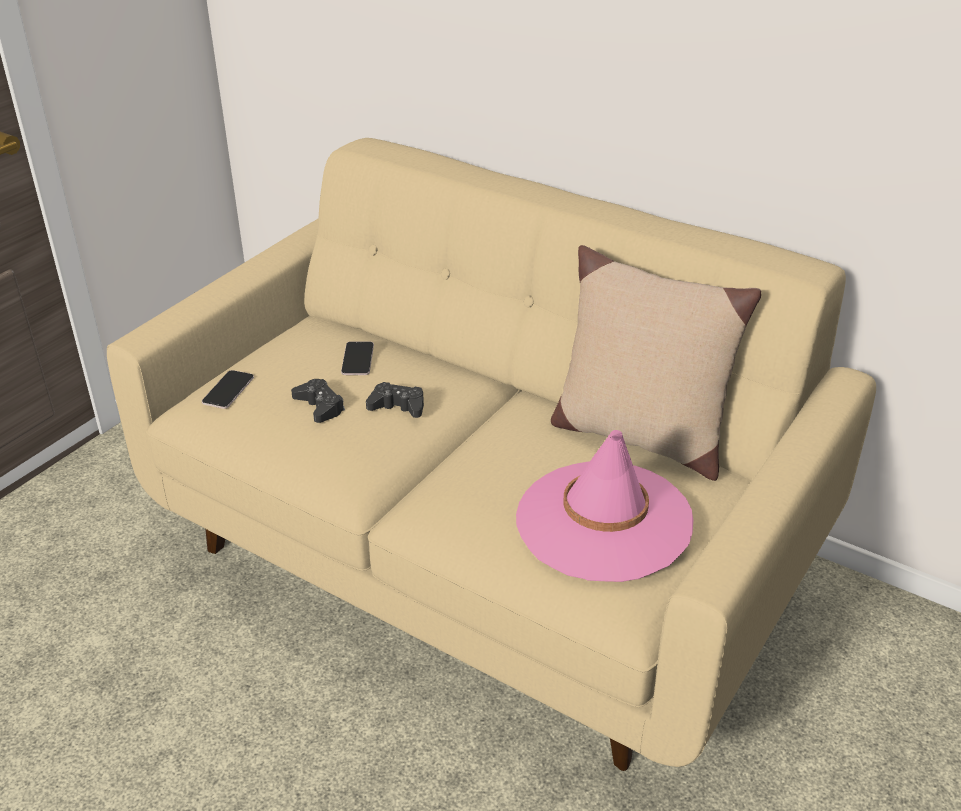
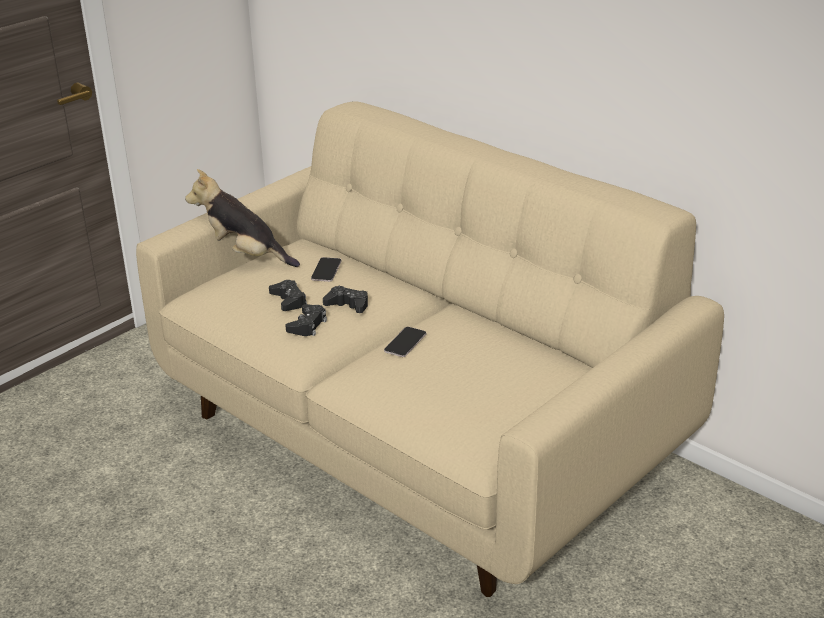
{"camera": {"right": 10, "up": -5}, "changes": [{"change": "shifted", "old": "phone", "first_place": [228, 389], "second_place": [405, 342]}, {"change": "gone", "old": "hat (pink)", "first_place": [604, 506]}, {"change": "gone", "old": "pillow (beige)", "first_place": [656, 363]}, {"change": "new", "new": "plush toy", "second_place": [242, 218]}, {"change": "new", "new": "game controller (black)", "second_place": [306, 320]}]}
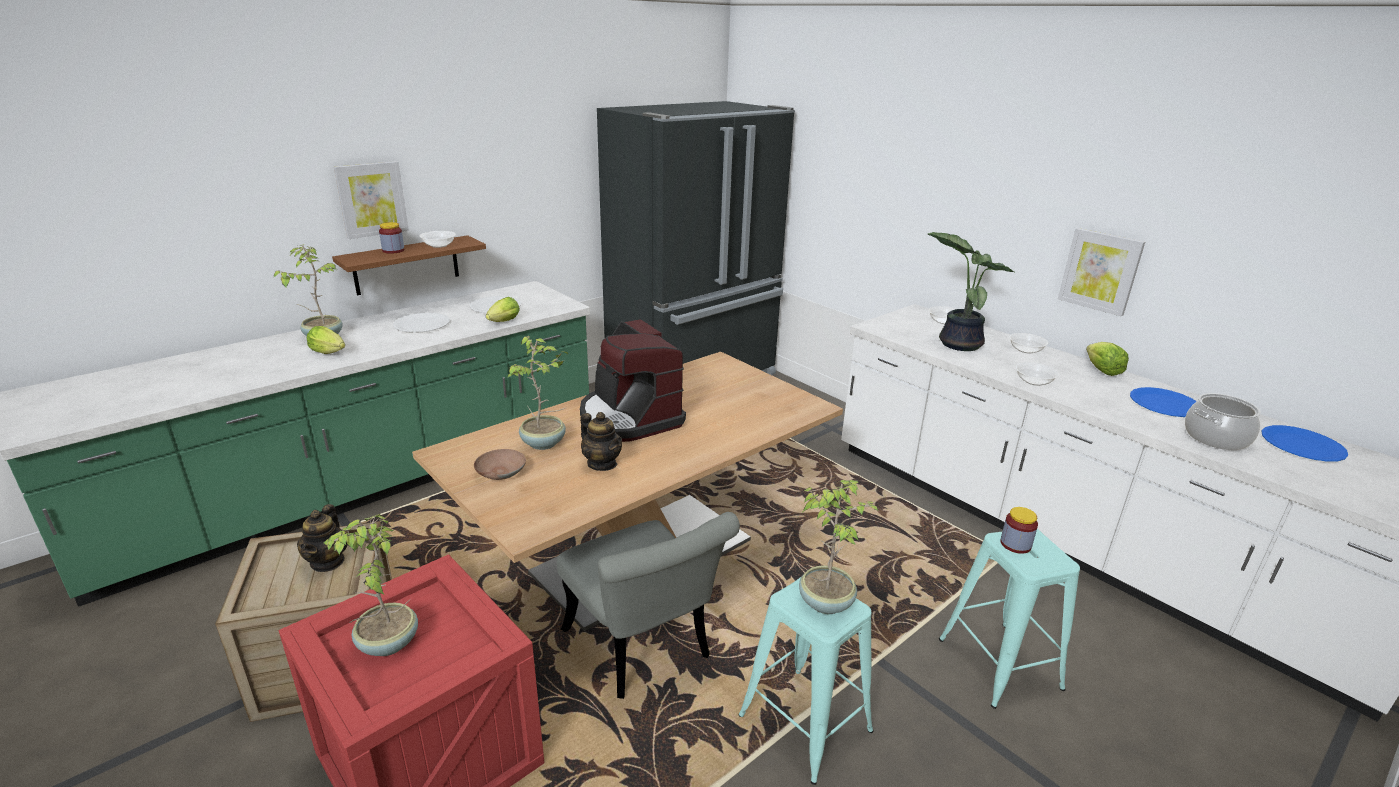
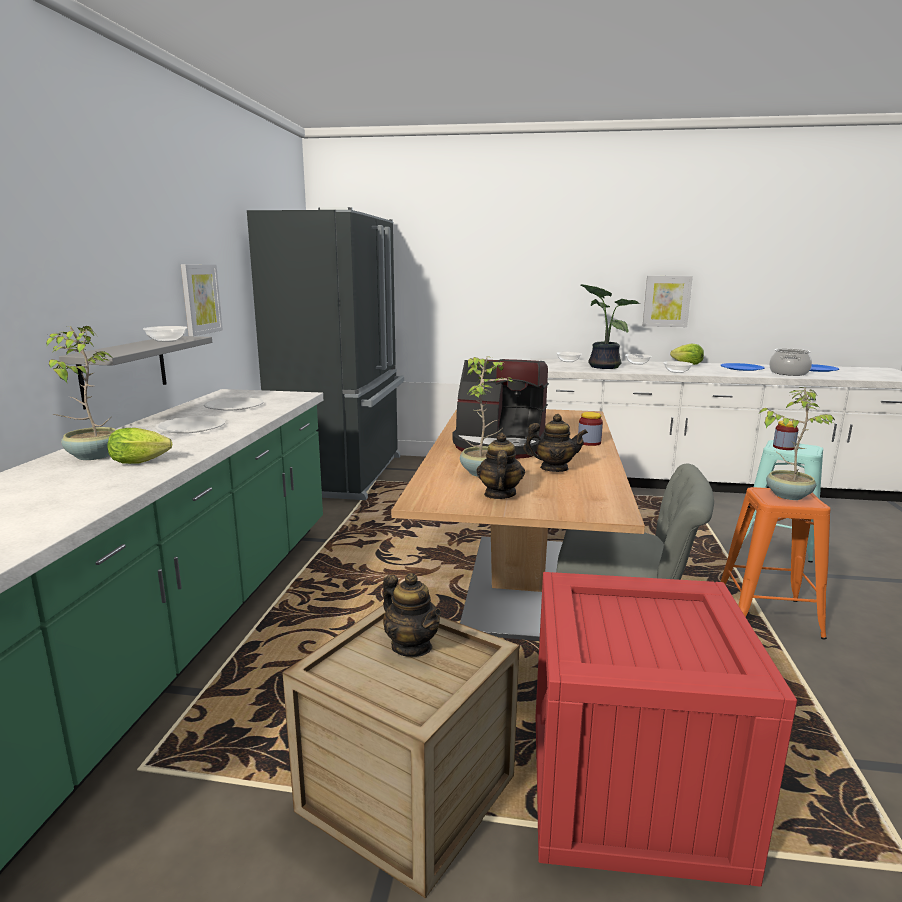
{"camera": {"right": -40, "up": -10}, "changes": [{"change": "gone", "old": "potted plant", "first_place": [371, 585]}, {"change": "repainted", "old": "shelf (brown)", "new": "shelf (grey)", "first_place": [409, 265], "second_place": [135, 372]}, {"change": "shifted", "old": "picture", "first_place": [371, 200], "second_place": [202, 300]}, {"change": "shifted", "old": "jar", "first_place": [392, 238], "second_place": [590, 429]}, {"change": "swapped", "old": "bowl (brown)", "new": "teapot", "first_place": [500, 464], "second_place": [501, 466]}, {"change": "gone", "old": "lettuce", "first_place": [503, 309]}, {"change": "repainted", "old": "stool (turquoise)", "new": "stool (orange)", "first_place": [805, 680], "second_place": [775, 563]}]}
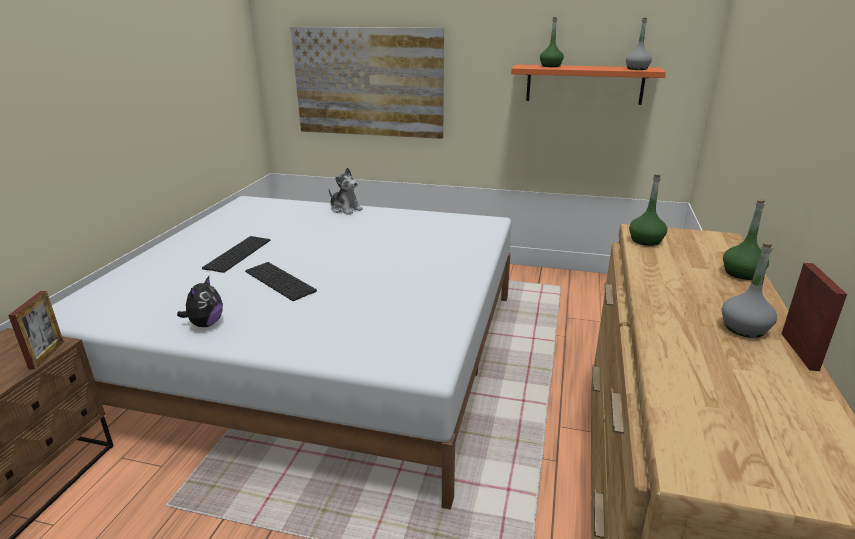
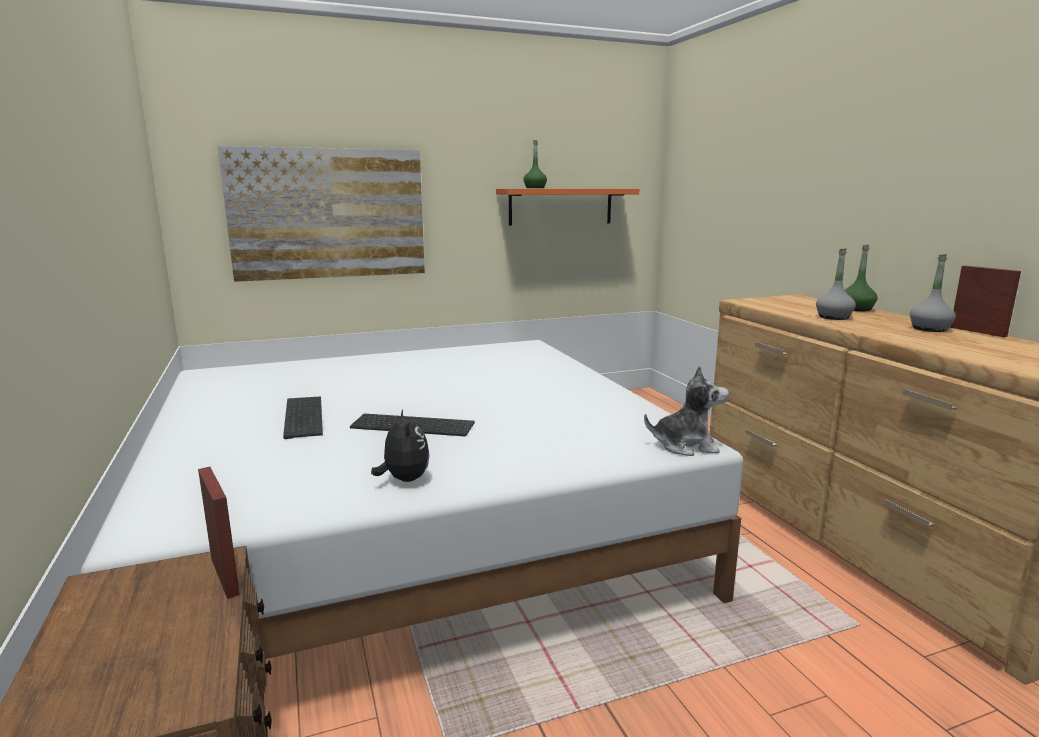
{"camera": {"right": -35, "up": -10}, "changes": [{"change": "shifted", "old": "plush toy", "first_place": [346, 191], "second_place": [686, 411]}, {"change": "shifted", "old": "bottle (grey)", "first_place": [639, 44], "second_place": [836, 284]}, {"change": "gone", "old": "bottle (green)", "first_place": [648, 210]}]}
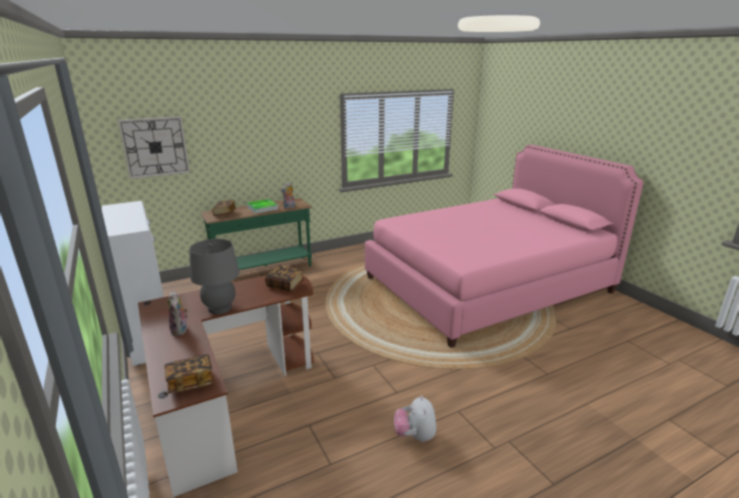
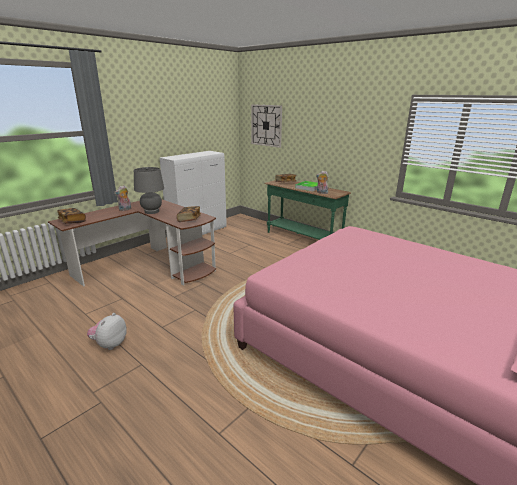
{"camera": {"right": 70, "up": 0}, "changes": [{"change": "rotated", "old": "plush toy", "first_place": [415, 419], "second_place": [107, 331], "degrees": -45}]}
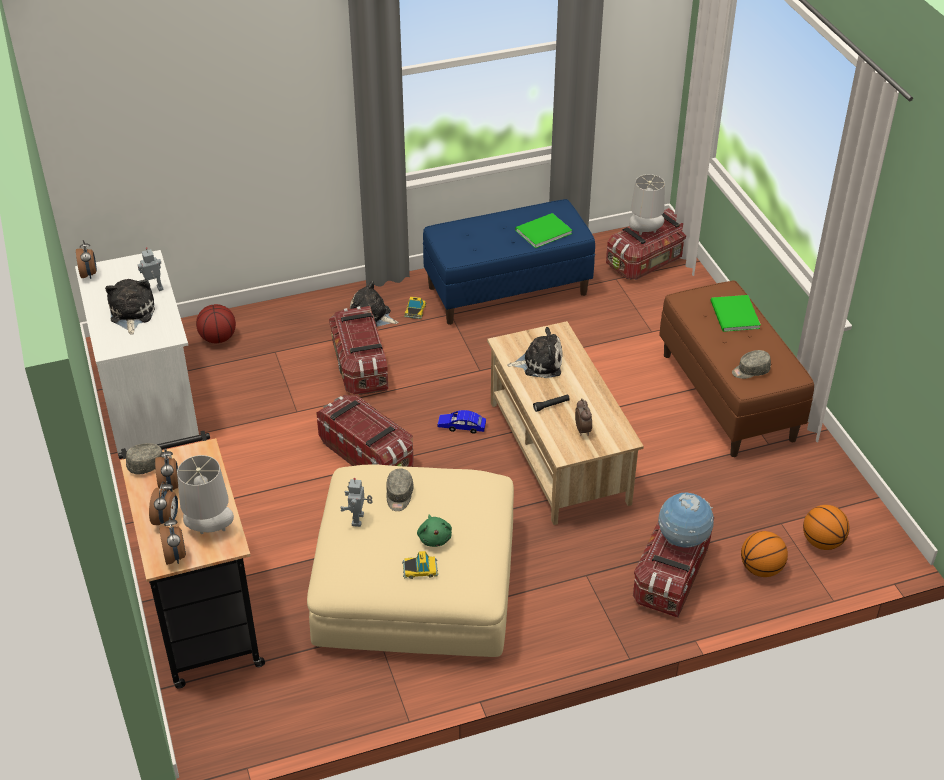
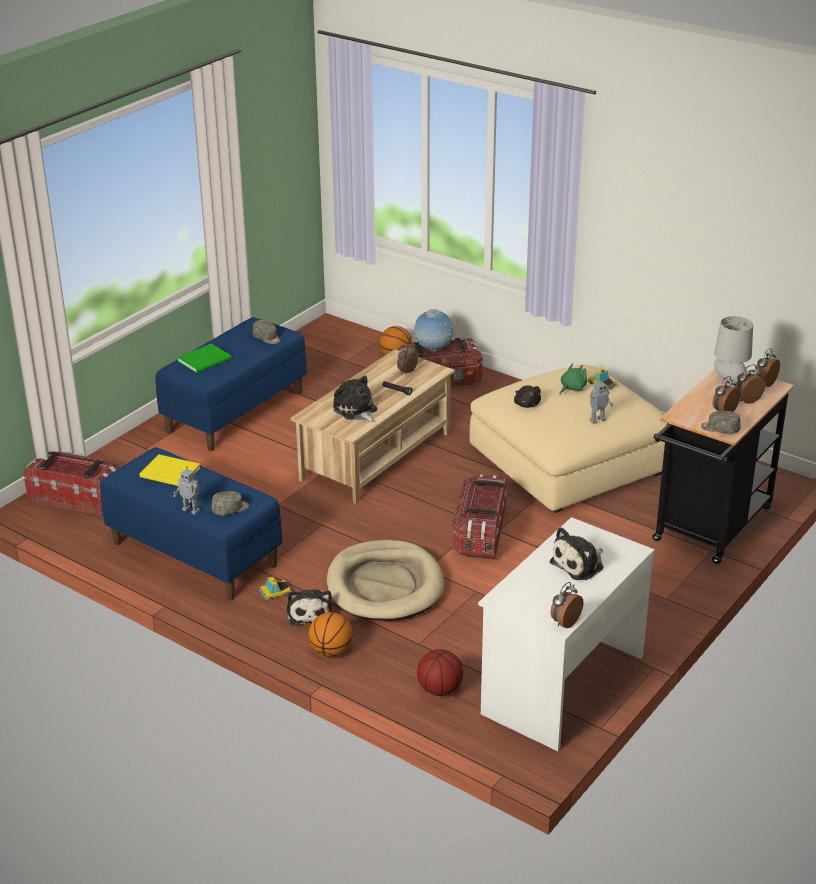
{"camera": {"right": -125, "up": -10}, "changes": [{"change": "shifted", "old": "toy robot", "first_place": [151, 269], "second_place": [186, 491]}, {"change": "swapped", "old": "storage box", "new": "dog bed (beige)", "first_place": [359, 350], "second_place": [385, 580]}, {"change": "shifted", "old": "cap (grey)", "first_place": [400, 489], "second_place": [230, 503]}, {"change": "gone", "old": "toy car (blue)", "first_place": [461, 422]}, {"change": "repainted", "old": "book (green)", "new": "book (yellow)", "first_place": [543, 230], "second_place": [169, 470]}, {"change": "gone", "old": "table lamp (grey)", "first_place": [647, 204]}, {"change": "repainted", "old": "bench (brown)", "new": "bench (blue)", "first_place": [736, 368], "second_place": [231, 384]}, {"change": "shifted", "old": "basketball", "first_place": [826, 527], "second_place": [330, 634]}, {"change": "new", "new": "plush toy (black)", "second_place": [527, 396]}]}
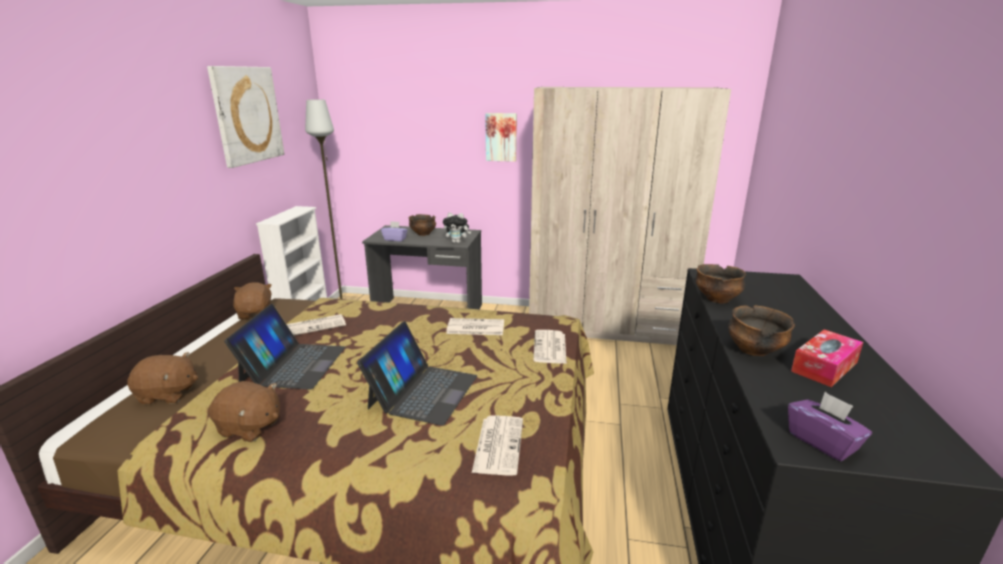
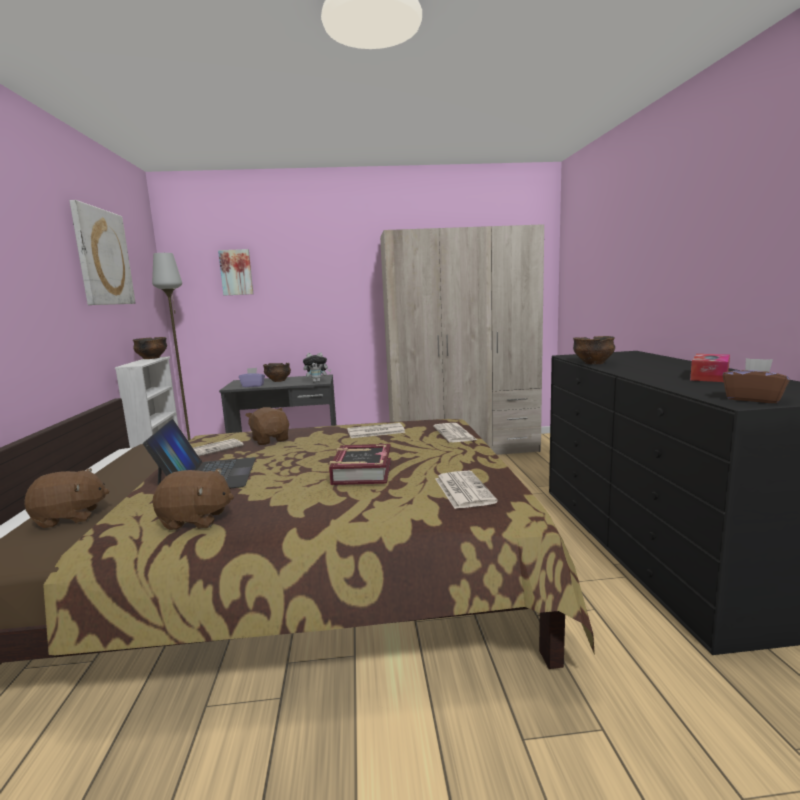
{"camera": {"right": -15, "up": -10}, "changes": [{"change": "shifted", "old": "plush toy (brown)", "first_place": [252, 300], "second_place": [267, 426]}, {"change": "swapped", "old": "laptop", "new": "book", "first_place": [417, 373], "second_place": [360, 464]}, {"change": "shifted", "old": "picture", "first_place": [501, 137], "second_place": [235, 272]}, {"change": "shifted", "old": "bowl", "first_place": [761, 330], "second_place": [150, 348]}, {"change": "repainted", "old": "tissue box (purple)", "new": "tissue box (brown)", "first_place": [830, 426], "second_place": [756, 380]}]}
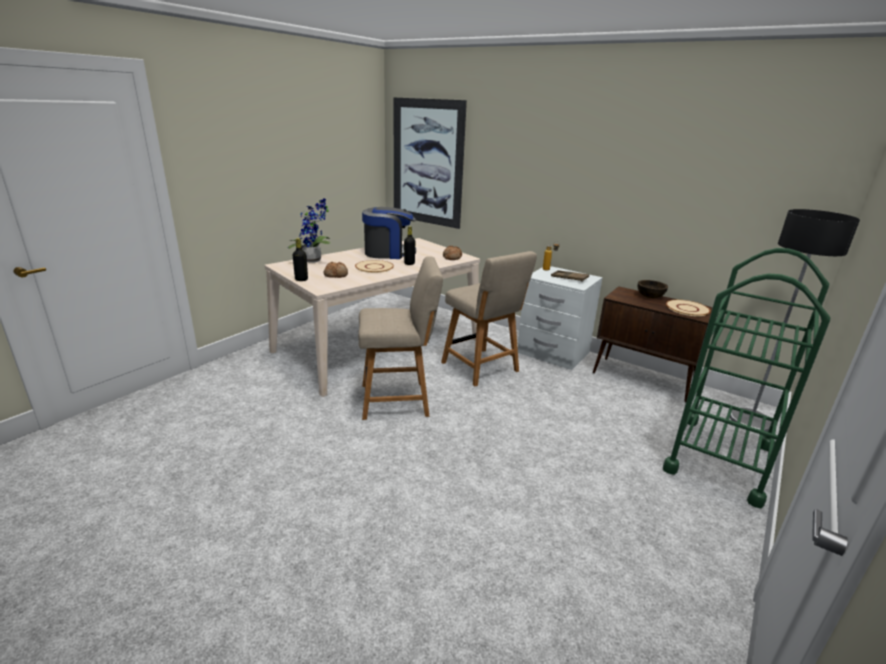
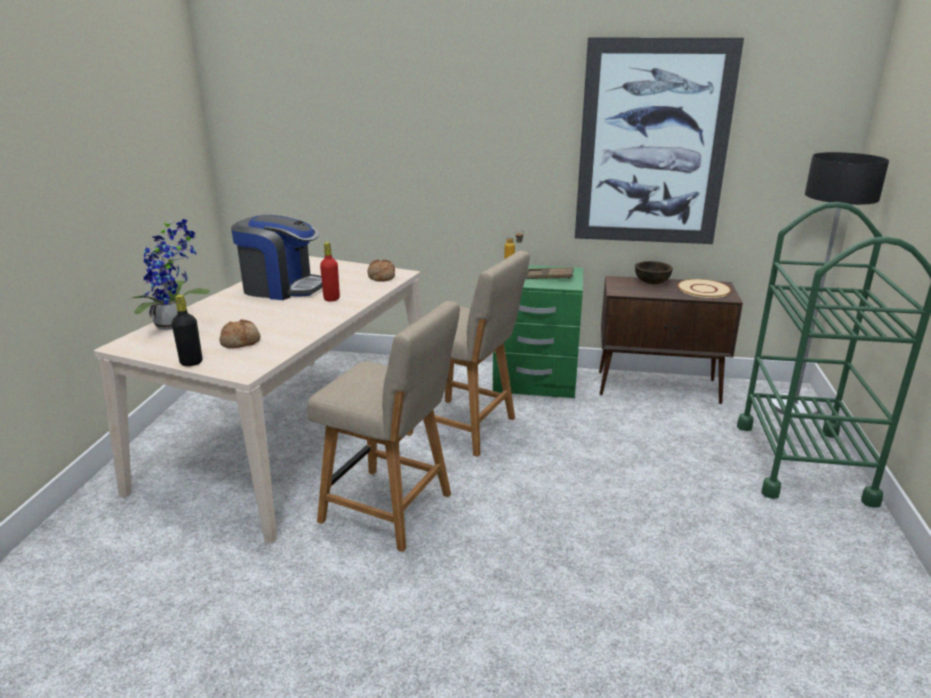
{"camera": {"right": -25, "up": 0}, "changes": [{"change": "gone", "old": "plate (beige)", "first_place": [374, 266]}, {"change": "rotated", "old": "chair (beige)", "first_place": [400, 338], "second_place": [383, 426], "degrees": 60}, {"change": "rotated", "old": "coffee machine", "first_place": [389, 233], "second_place": [276, 257], "degrees": 45}, {"change": "shifted", "old": "picture", "first_place": [430, 163], "second_place": [659, 140]}, {"change": "repainted", "old": "bottle (black)", "new": "bottle (red)", "first_place": [410, 246], "second_place": [330, 271]}, {"change": "repainted", "old": "nightstand (white)", "new": "nightstand (green)", "first_place": [560, 318], "second_place": [538, 331]}]}
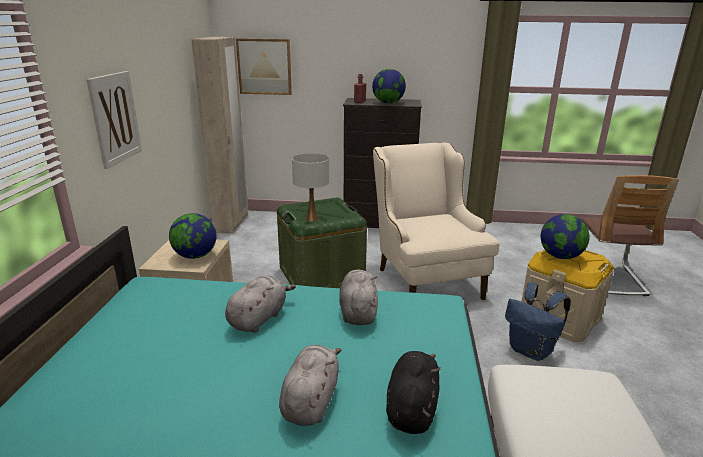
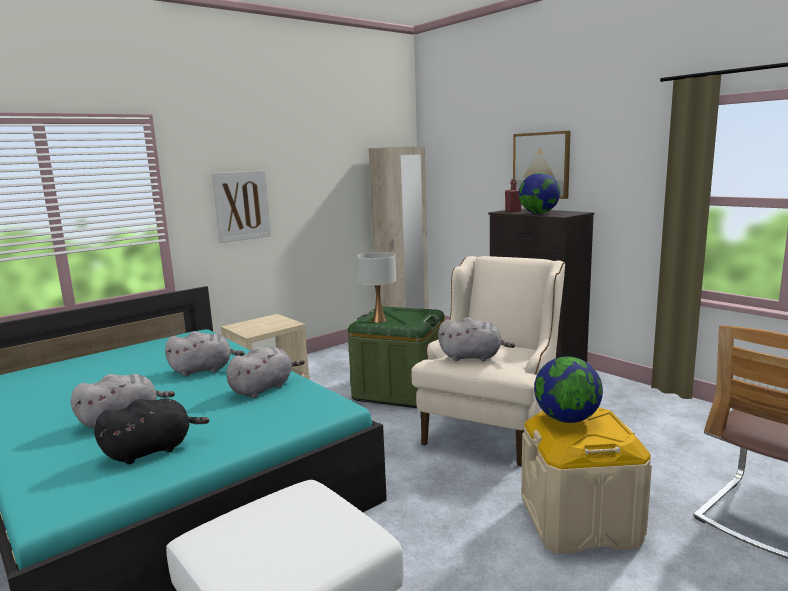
{"camera": {"right": 45, "up": -10}, "changes": [{"change": "gone", "old": "globe", "first_place": [193, 236]}, {"change": "shifted", "old": "picture", "first_place": [264, 66], "second_place": [542, 165]}, {"change": "gone", "old": "backpack (blue)", "first_place": [538, 321]}, {"change": "new", "new": "plush toy (grey)", "second_place": [476, 339]}]}
